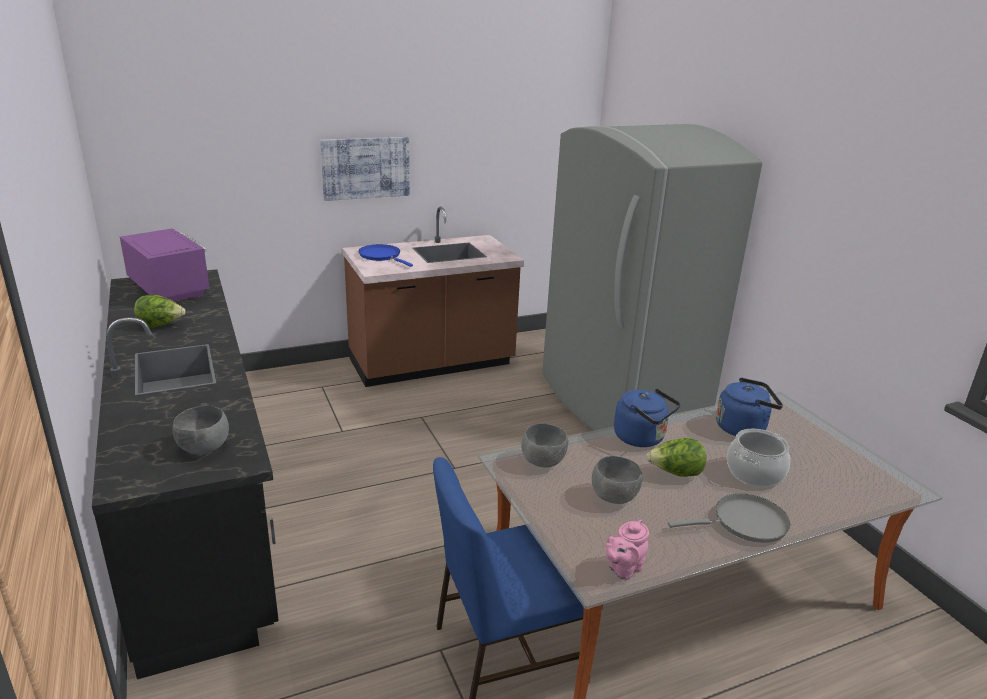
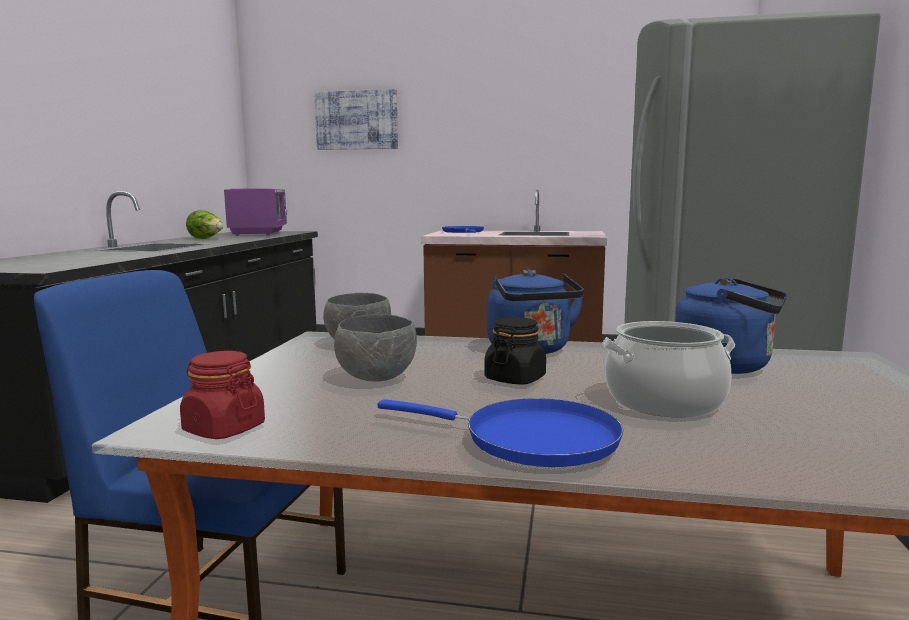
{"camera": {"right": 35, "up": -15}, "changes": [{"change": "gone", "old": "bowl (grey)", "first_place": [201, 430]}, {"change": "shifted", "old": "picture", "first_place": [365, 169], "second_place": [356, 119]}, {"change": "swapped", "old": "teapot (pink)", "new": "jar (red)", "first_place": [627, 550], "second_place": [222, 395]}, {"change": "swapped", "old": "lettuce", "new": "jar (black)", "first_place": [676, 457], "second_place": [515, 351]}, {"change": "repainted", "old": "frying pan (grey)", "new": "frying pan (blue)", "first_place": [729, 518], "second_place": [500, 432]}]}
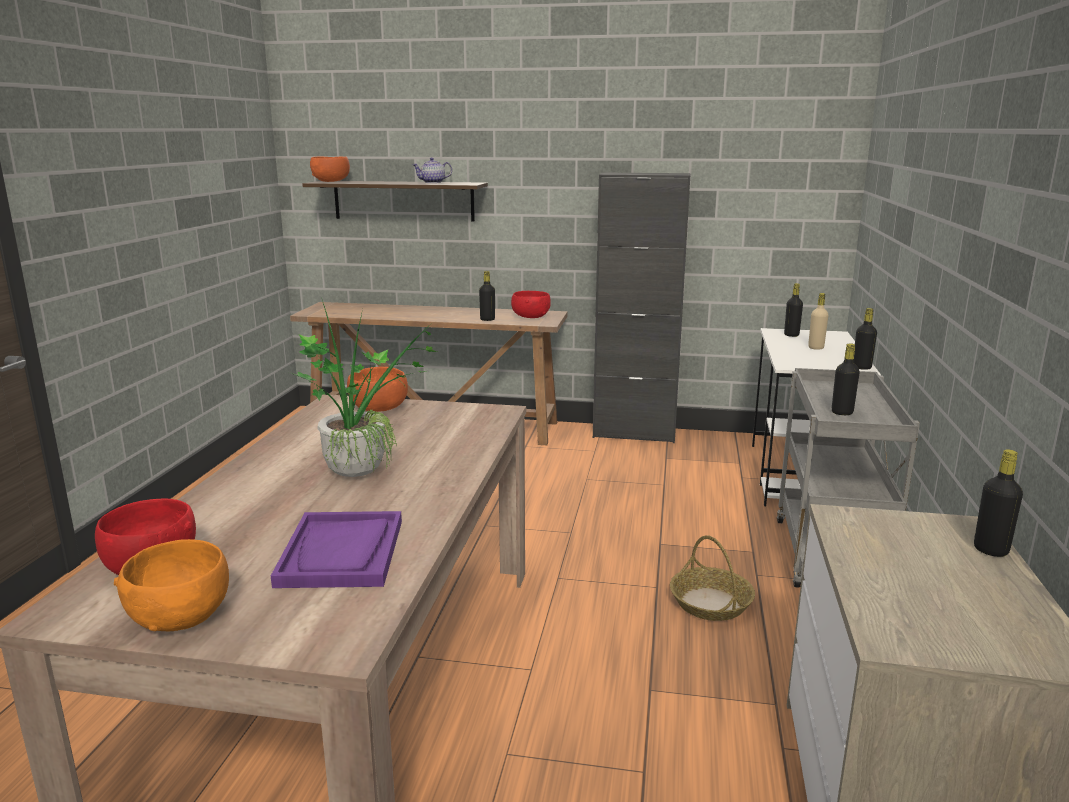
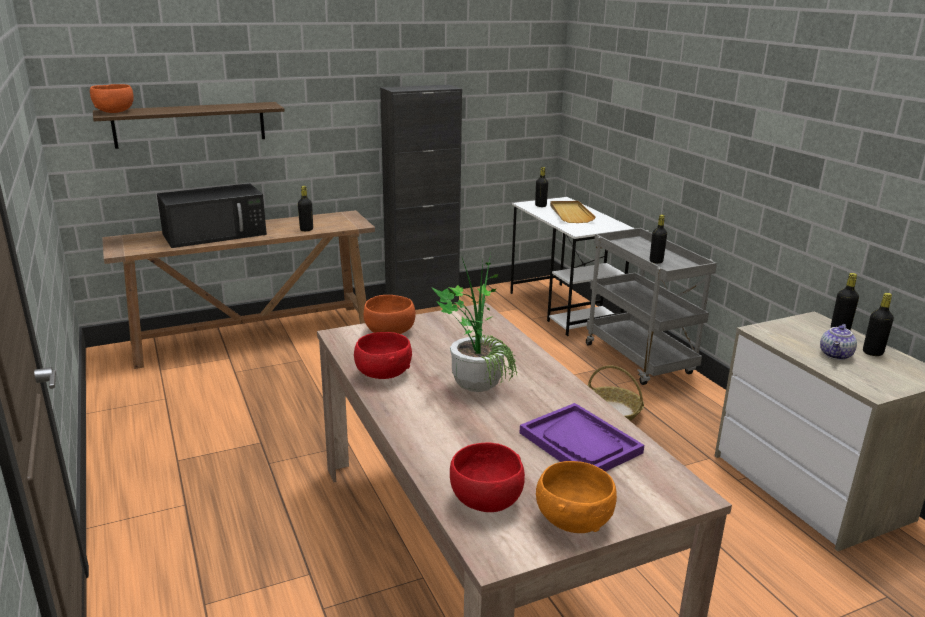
{"camera": {"right": -35, "up": 5}, "changes": [{"change": "shifted", "old": "teapot", "first_place": [432, 170], "second_place": [838, 342]}, {"change": "shifted", "old": "bowl (red)", "first_place": [531, 304], "second_place": [383, 355]}, {"change": "swapped", "old": "bottle (beige)", "new": "tray (beige)", "first_place": [818, 321], "second_place": [573, 212]}, {"change": "shifted", "old": "bottle (black)", "first_place": [865, 339], "second_place": [878, 324]}, {"change": "new", "new": "microwave (black)", "second_place": [212, 215]}]}
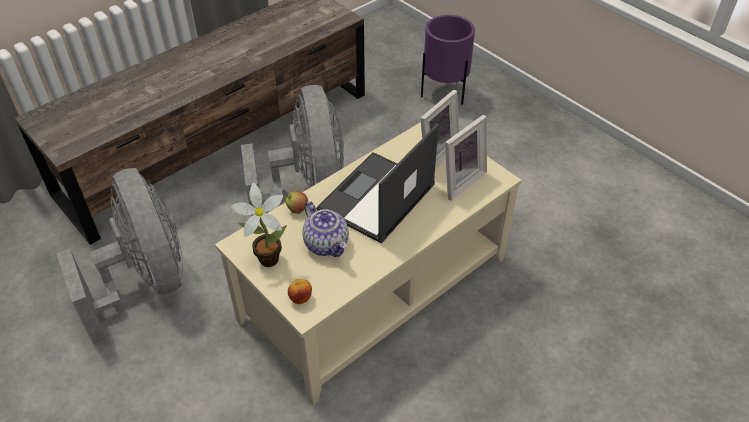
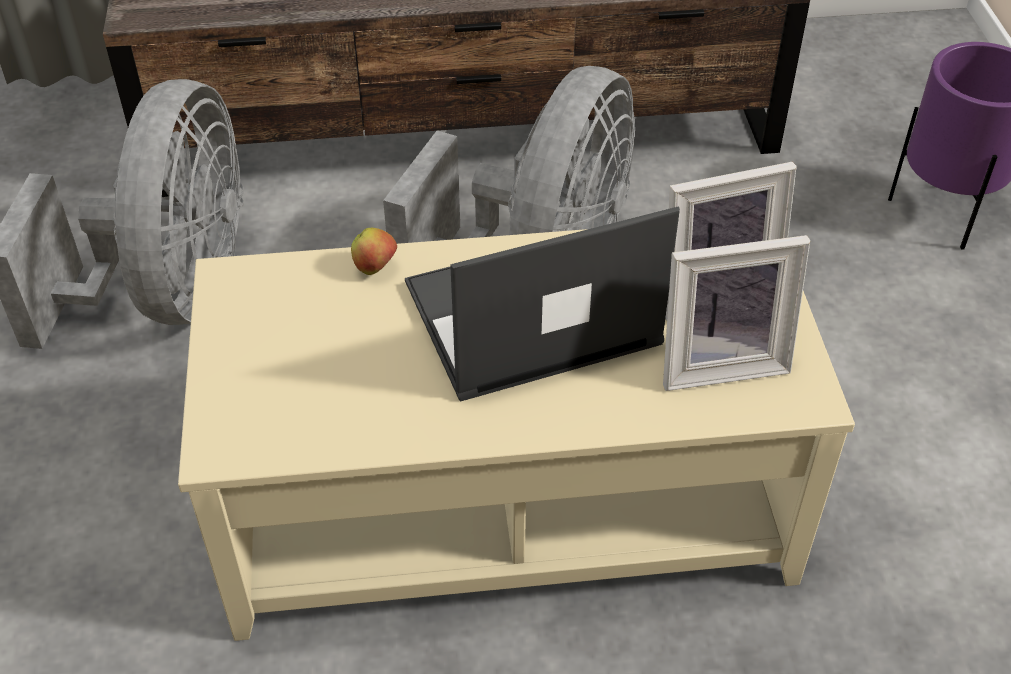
{"camera": {"right": 35, "up": 0}, "changes": [{"change": "gone", "old": "potted plant", "first_place": [259, 225]}, {"change": "gone", "old": "apple", "first_place": [300, 291]}, {"change": "gone", "old": "teapot", "first_place": [325, 229]}]}
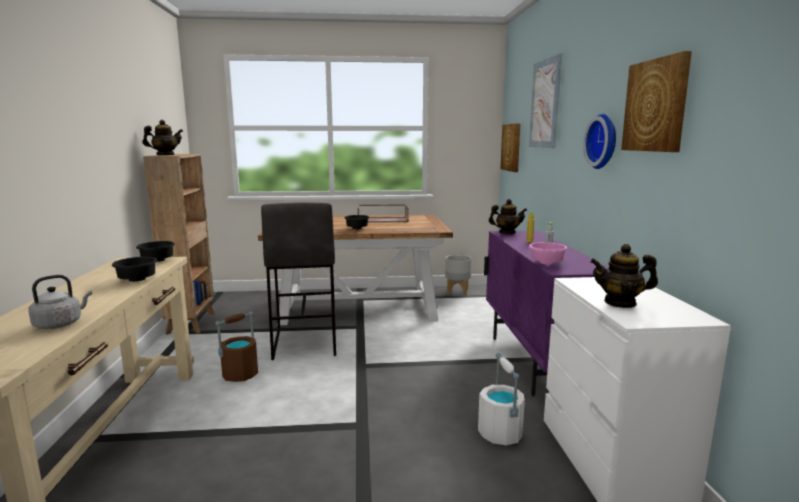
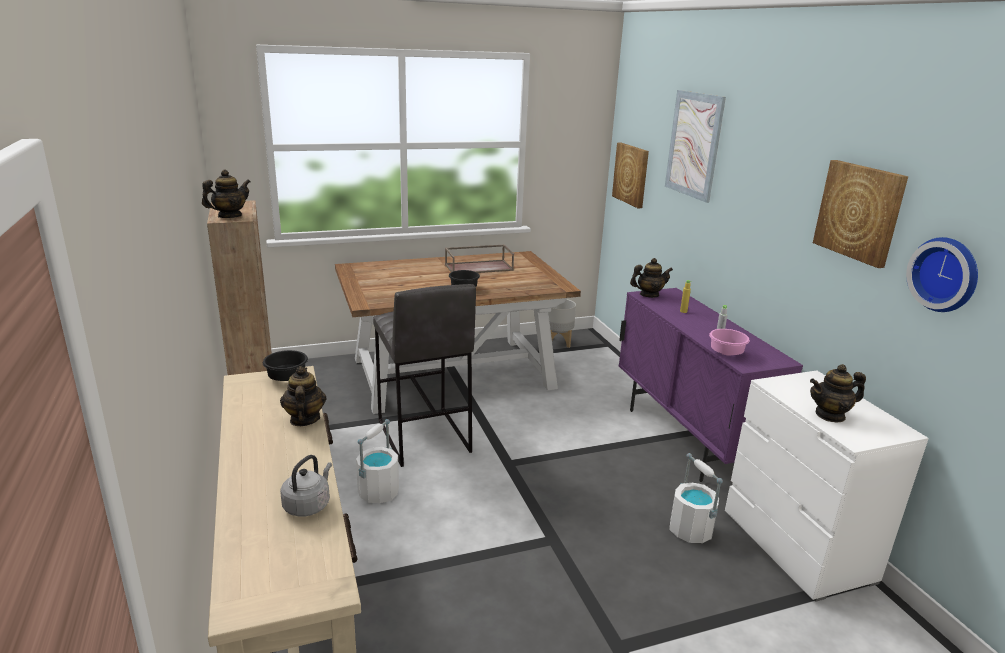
{"camera": {"right": -15, "up": 10}, "changes": [{"change": "swapped", "old": "bowl (black)", "new": "teapot", "first_place": [135, 269], "second_place": [303, 396]}, {"change": "repainted", "old": "bucket (brown)", "new": "bucket (white)", "first_place": [236, 346], "second_place": [377, 461]}, {"change": "shifted", "old": "wall clock", "first_place": [599, 141], "second_place": [942, 274]}]}
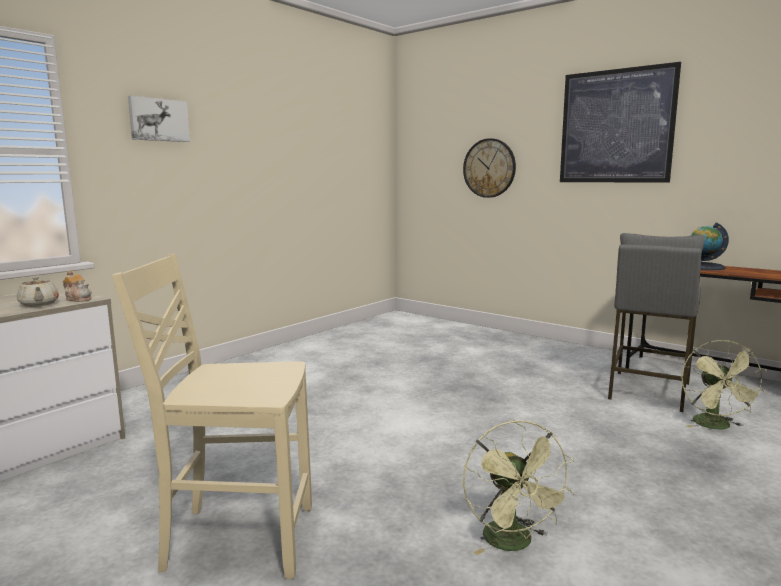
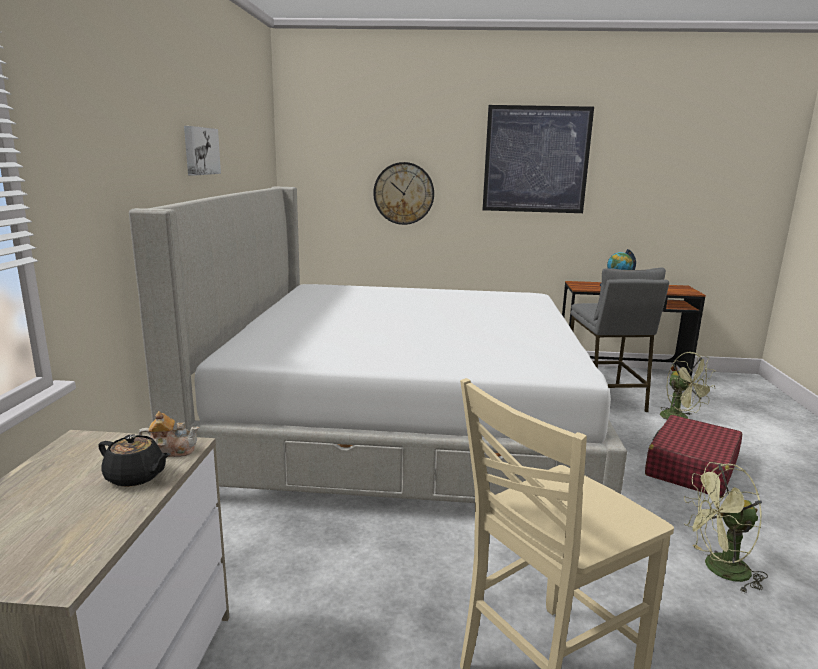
{"camera": {"right": -35, "up": 5}, "changes": [{"change": "repainted", "old": "teapot (beige)", "new": "teapot (black)", "first_place": [38, 291], "second_place": [134, 460]}, {"change": "shifted", "old": "picture", "first_place": [159, 119], "second_place": [202, 151]}, {"change": "rotated", "old": "fan (green)", "first_place": [519, 487], "second_place": [726, 528], "degrees": 135}, {"change": "new", "new": "bed", "second_place": [378, 344]}, {"change": "new", "new": "suitcase (red)", "second_place": [693, 456]}]}
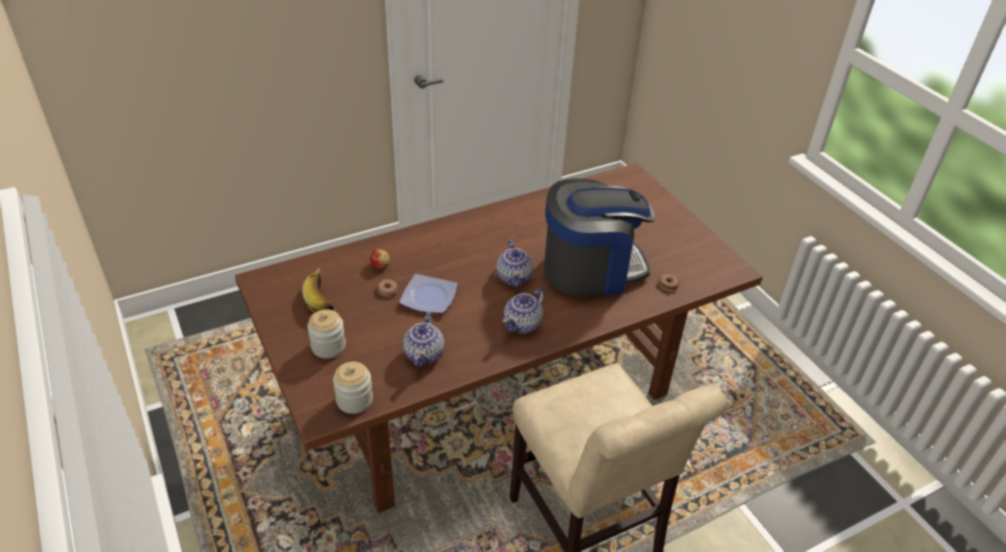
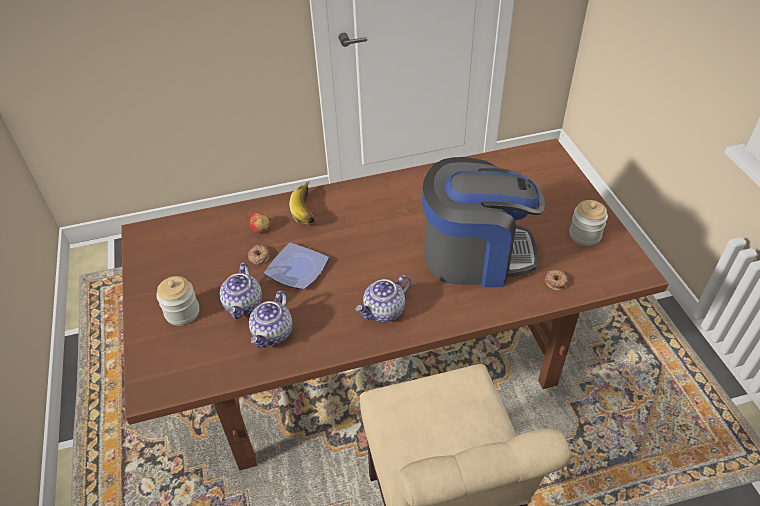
{"camera": {"right": 15, "up": 5}, "changes": [{"change": "shifted", "old": "banana", "first_place": [318, 290], "second_place": [302, 203]}, {"change": "shifted", "old": "jar", "first_place": [353, 388], "second_place": [588, 223]}, {"change": "shifted", "old": "teapot", "first_place": [514, 264], "second_place": [241, 291]}]}
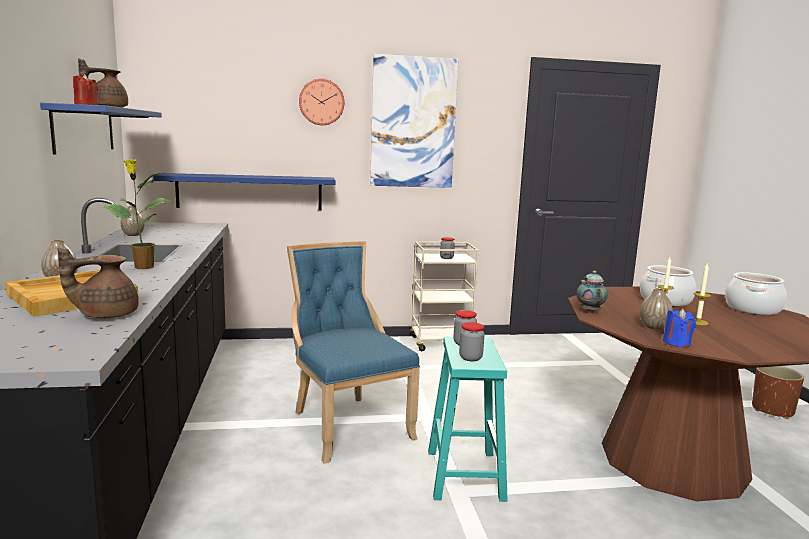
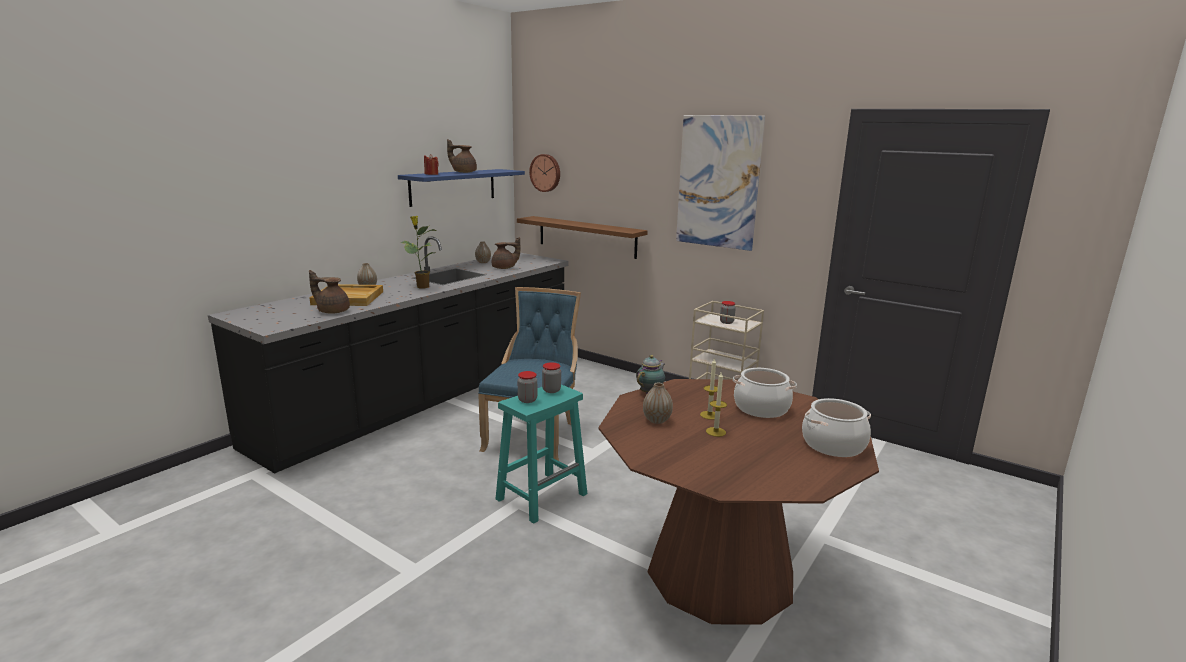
{"camera": {"right": 45, "up": 5}, "changes": [{"change": "repainted", "old": "shelf (blue)", "new": "shelf (brown)", "first_place": [244, 191], "second_place": [582, 237]}, {"change": "shifted", "old": "wall clock", "first_place": [321, 102], "second_place": [544, 173]}, {"change": "gone", "old": "candle (blue)", "first_place": [679, 328]}, {"change": "gone", "old": "planter (brown)", "first_place": [778, 392]}, {"change": "new", "new": "teapot (brown)", "second_place": [506, 253]}]}
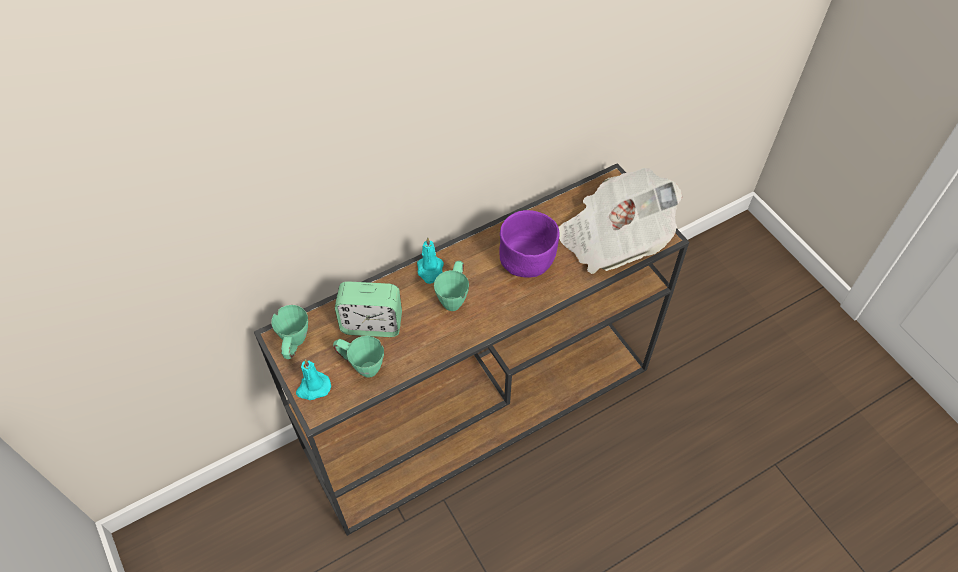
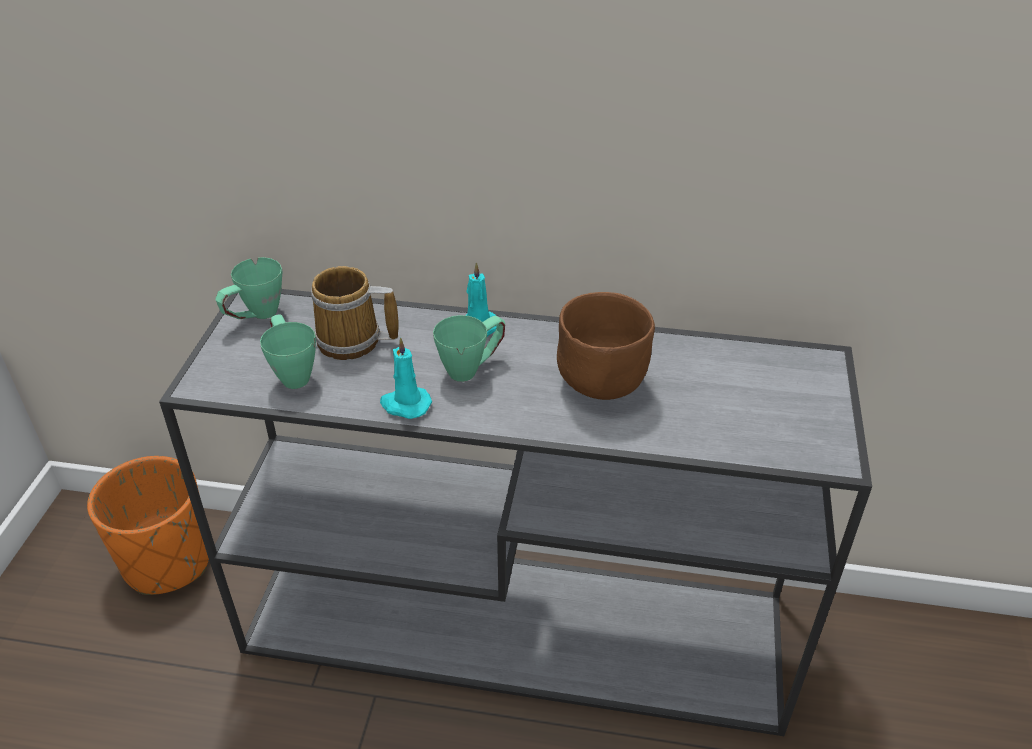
{"camera": {"right": 40, "up": -15}, "changes": [{"change": "repainted", "old": "console table (brown)", "new": "console table (grey)", "first_place": [471, 349], "second_place": [515, 512]}, {"change": "shifted", "old": "candle (turquoise)", "first_place": [313, 379], "second_place": [406, 378]}, {"change": "swapped", "old": "alarm clock", "new": "mug", "first_place": [368, 309], "second_place": [355, 313]}, {"change": "repainted", "old": "bowl (purple)", "new": "bowl (brown)", "first_place": [529, 244], "second_place": [606, 346]}, {"change": "gone", "old": "newspaper", "first_place": [620, 221]}, {"change": "new", "new": "planter (orange)", "second_place": [148, 525]}]}
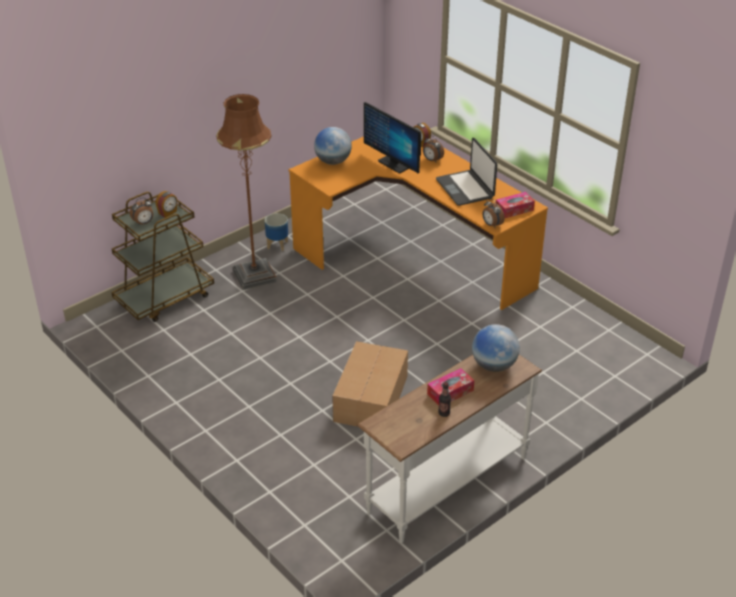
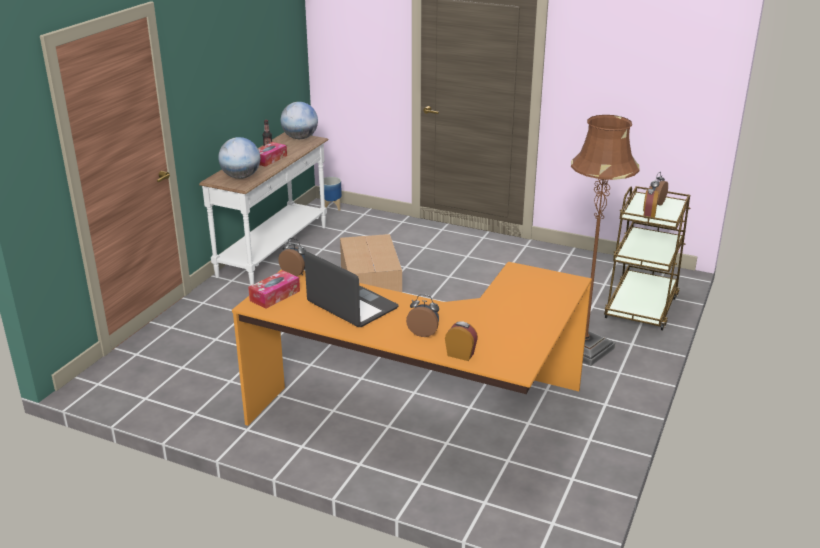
{"camera": {"right": 155, "up": -10}, "changes": [{"change": "shifted", "old": "planter", "first_place": [276, 232], "second_place": [330, 194]}, {"change": "shifted", "old": "globe", "first_place": [333, 146], "second_place": [299, 120]}, {"change": "gone", "old": "monitor", "first_place": [392, 137]}]}
